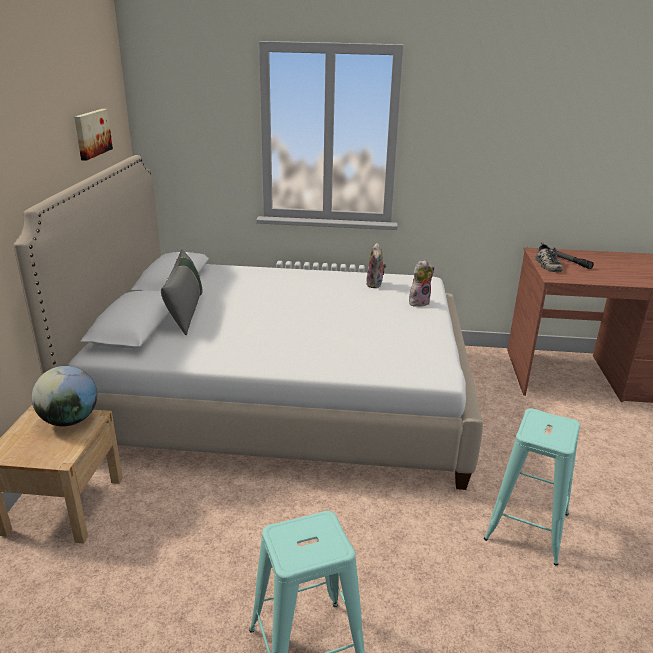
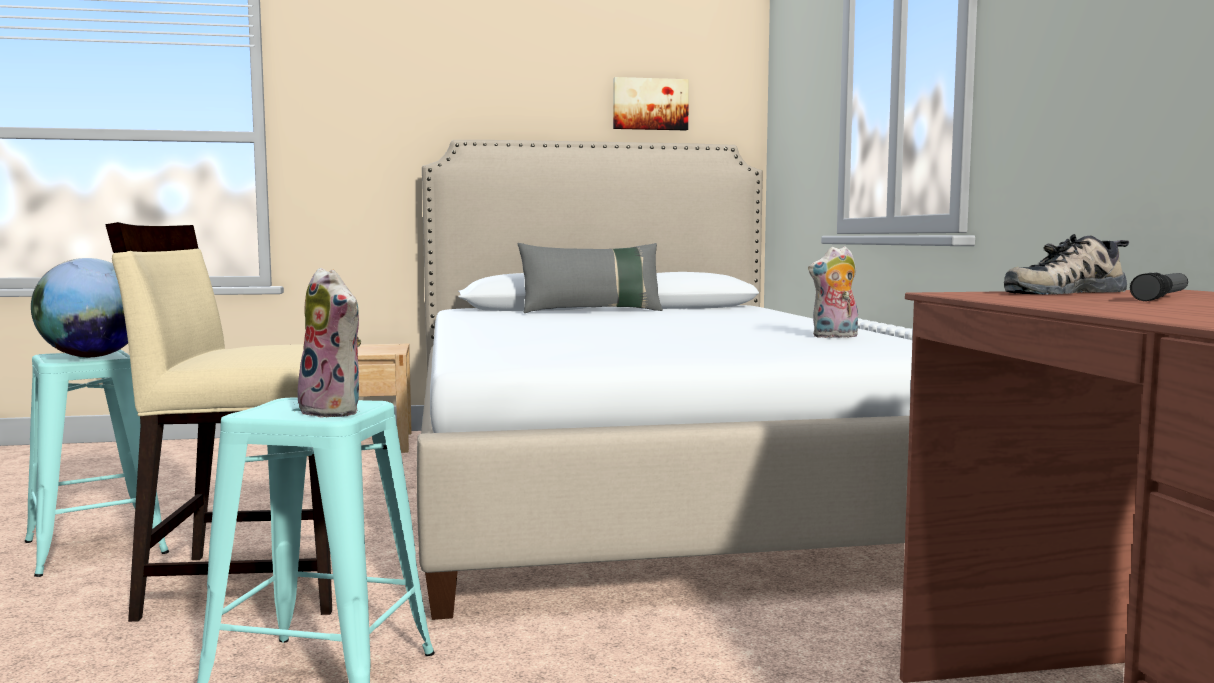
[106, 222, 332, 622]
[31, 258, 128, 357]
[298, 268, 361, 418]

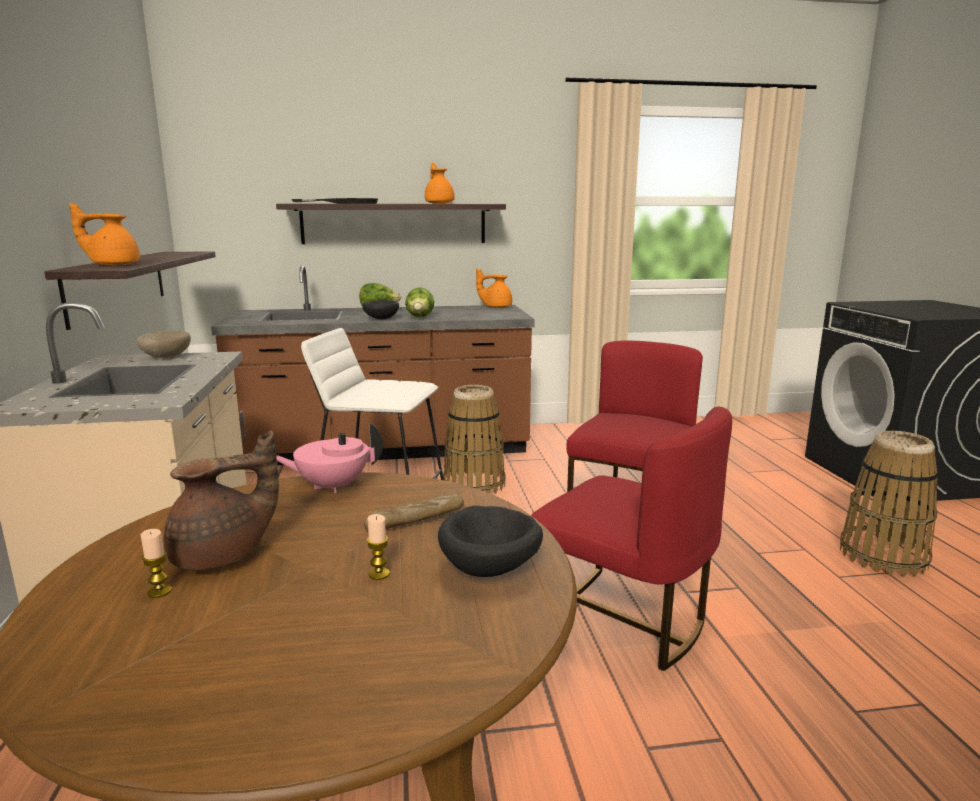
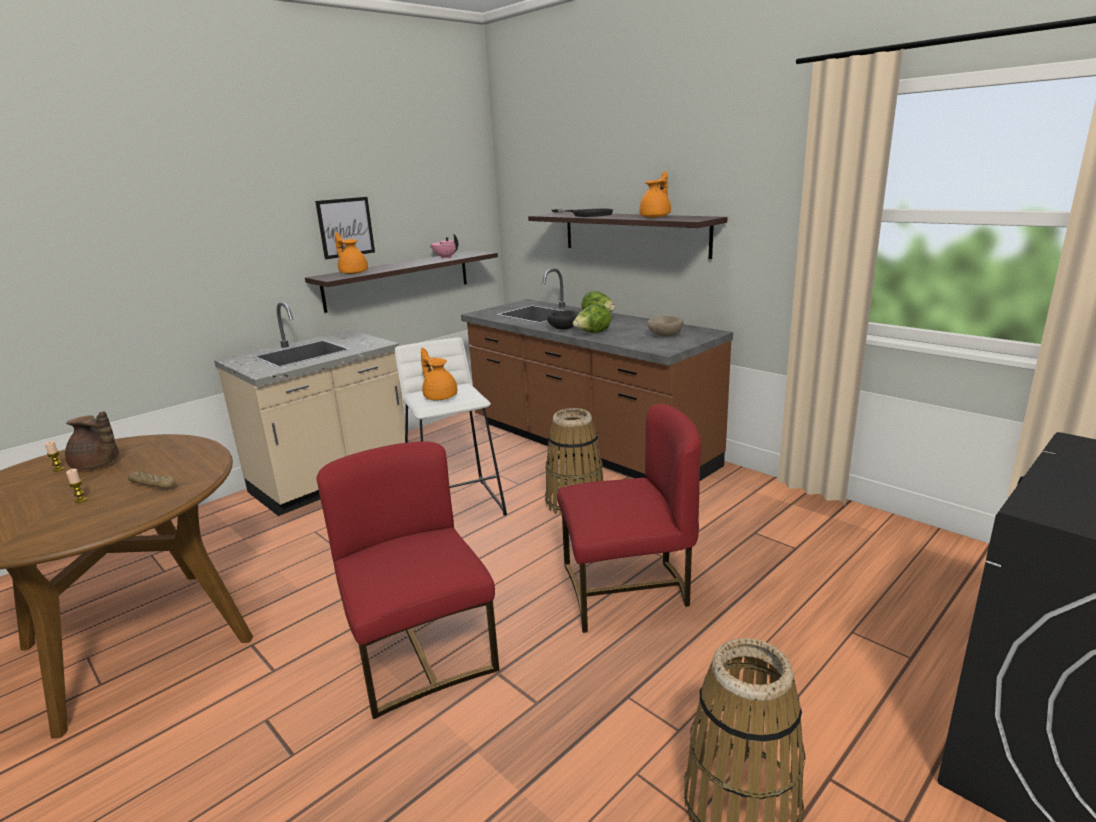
[438, 506, 543, 577] (first image)
[315, 197, 375, 259]
[647, 316, 683, 337]
[430, 234, 458, 259]
[421, 348, 457, 400]
[316, 441, 499, 719]

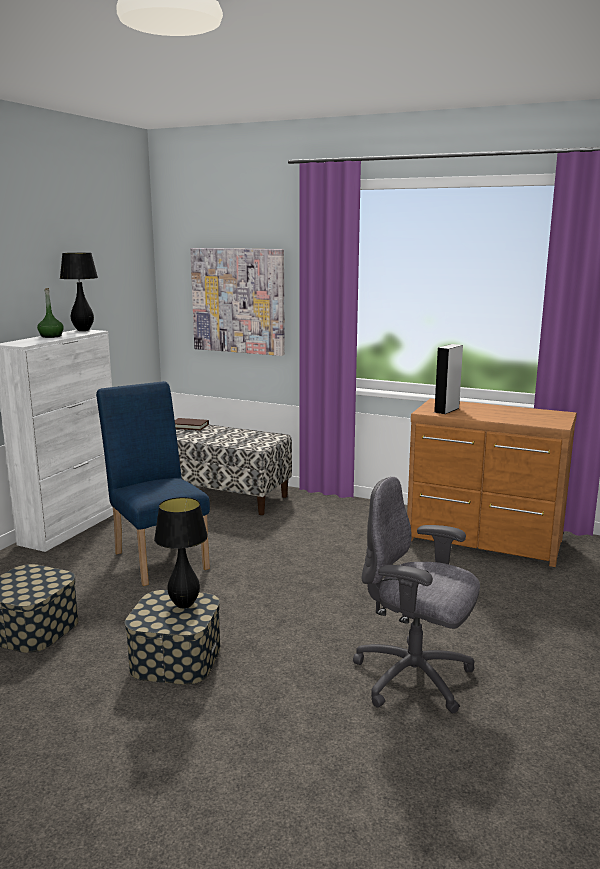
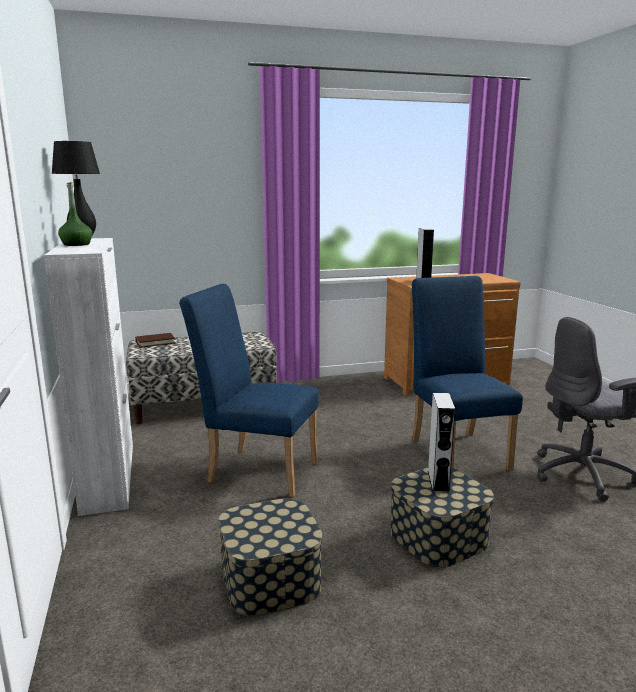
[190, 248, 285, 356] (first image)
[412, 276, 523, 471]
[428, 393, 455, 492]

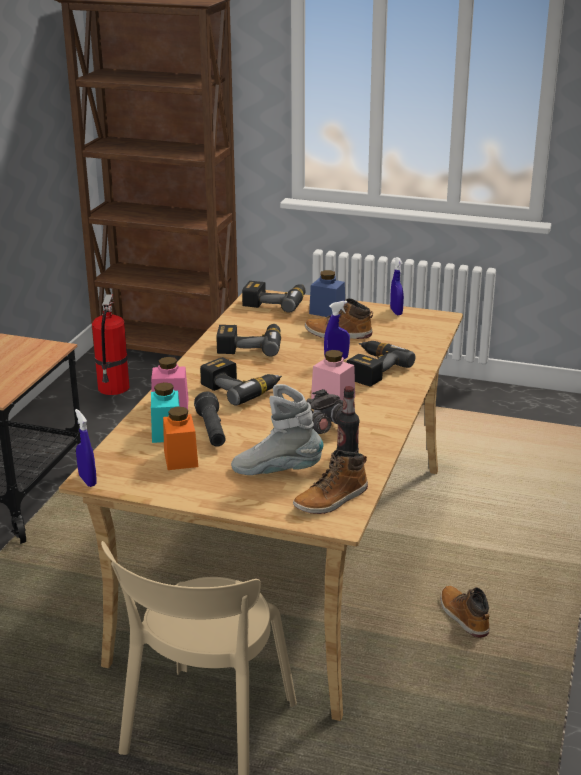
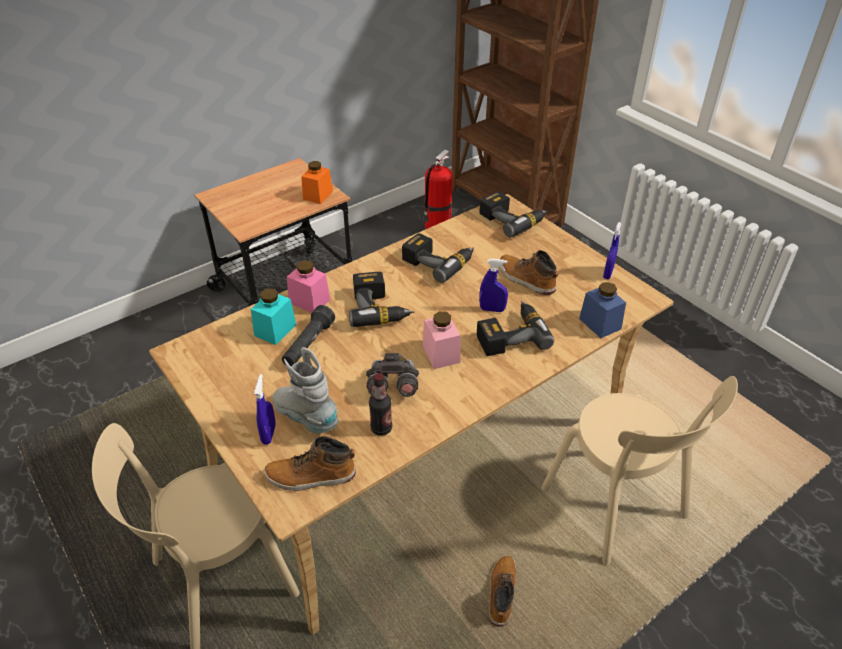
[542, 376, 738, 566]
[254, 374, 276, 445]
[301, 161, 333, 204]
[579, 282, 626, 338]

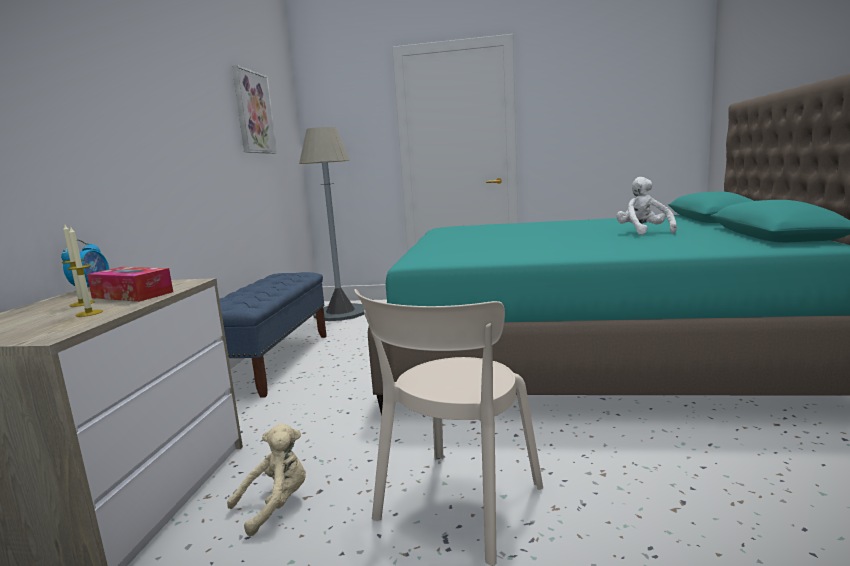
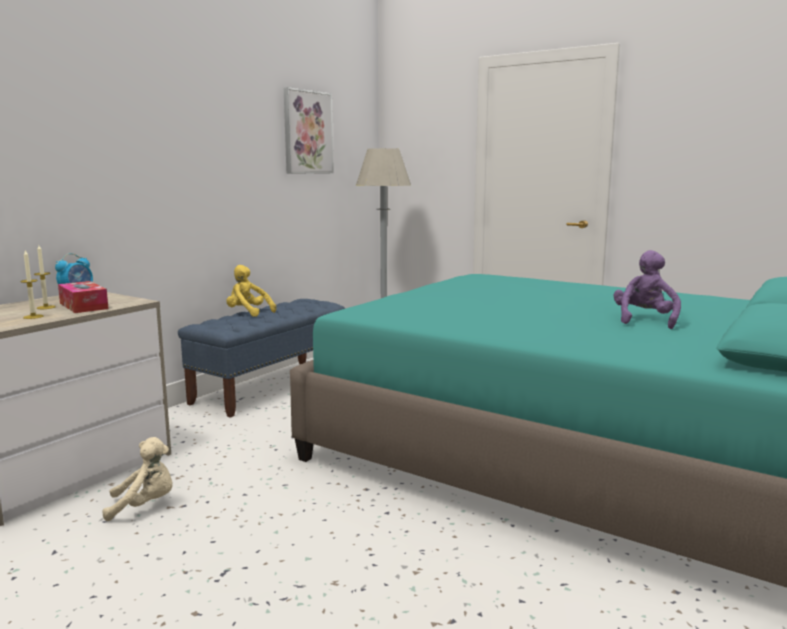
[354, 289, 543, 566] (first image)
[226, 265, 276, 317]
[613, 250, 681, 329]

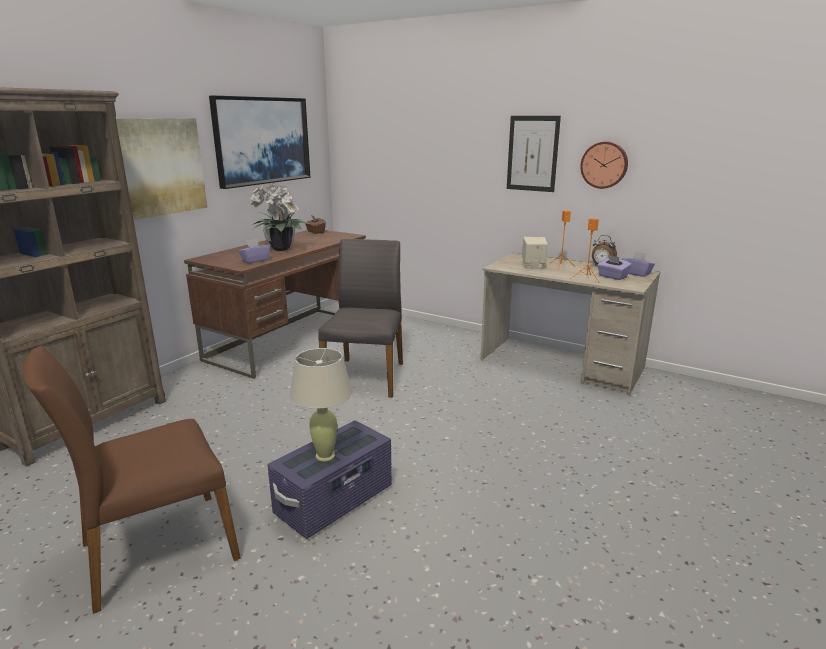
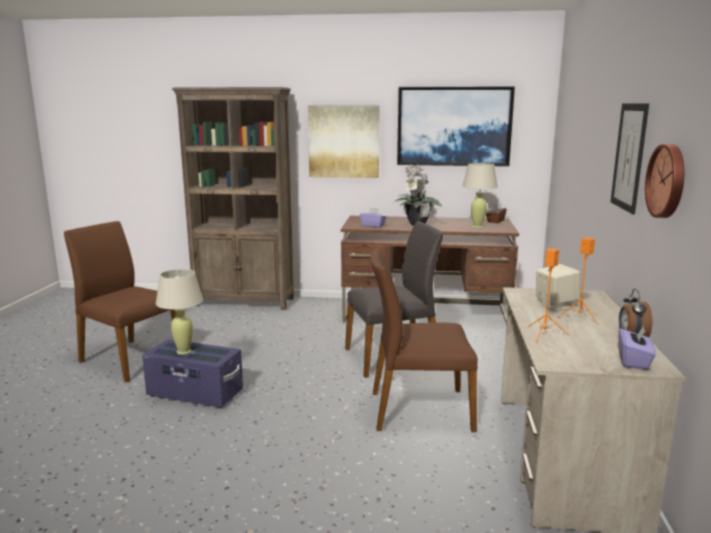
[597, 255, 632, 280] (first image)
[370, 249, 478, 432]
[463, 163, 498, 228]

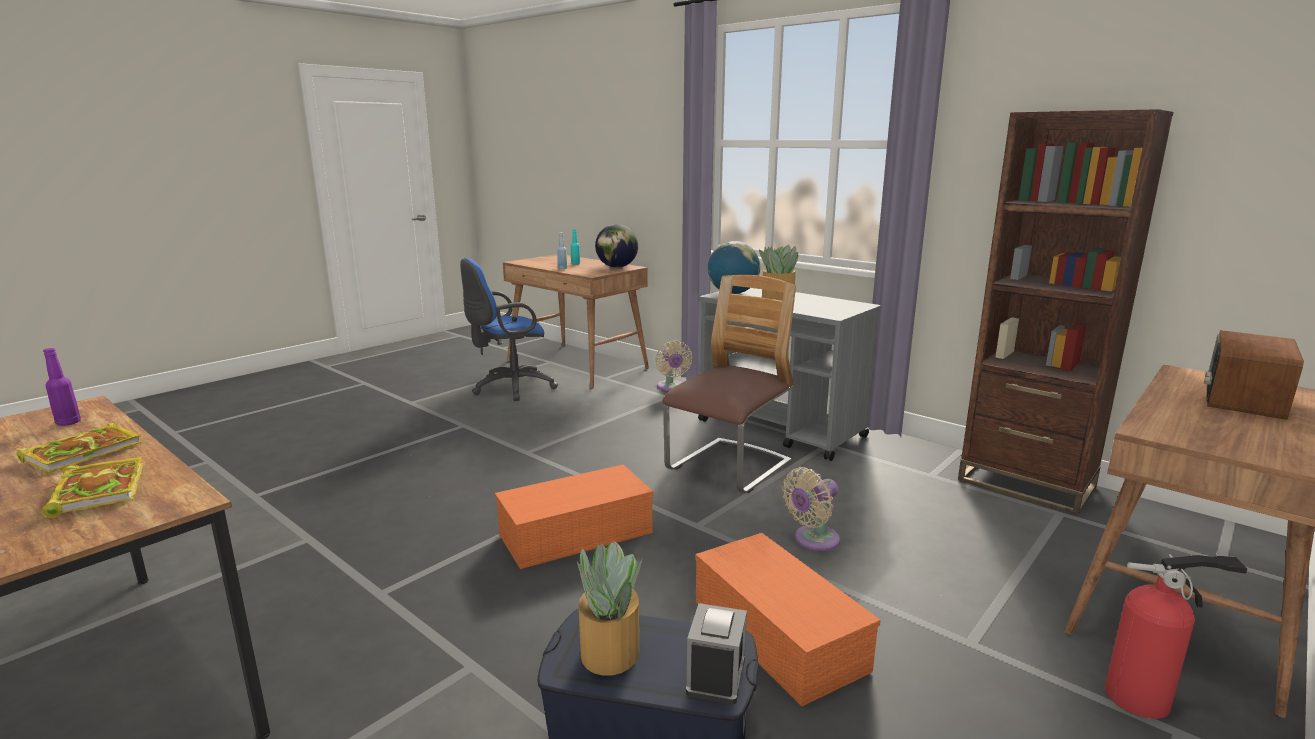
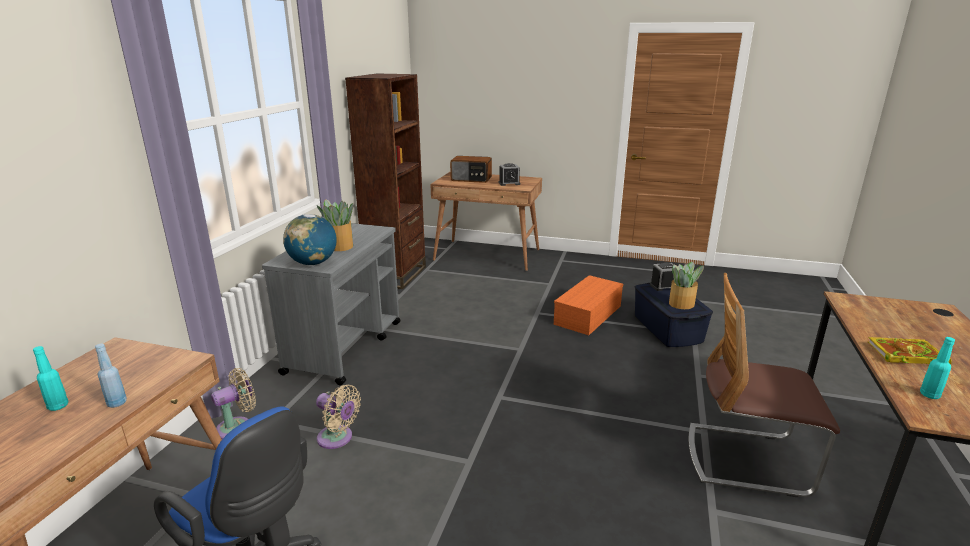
[42, 456, 144, 518] (first image)
[495, 465, 654, 569] (first image)
[595, 224, 638, 268] (first image)
[1105, 554, 1247, 719] (first image)
[498, 163, 520, 186]
[689, 273, 840, 497]
[316, 385, 361, 449]
[920, 337, 955, 399]

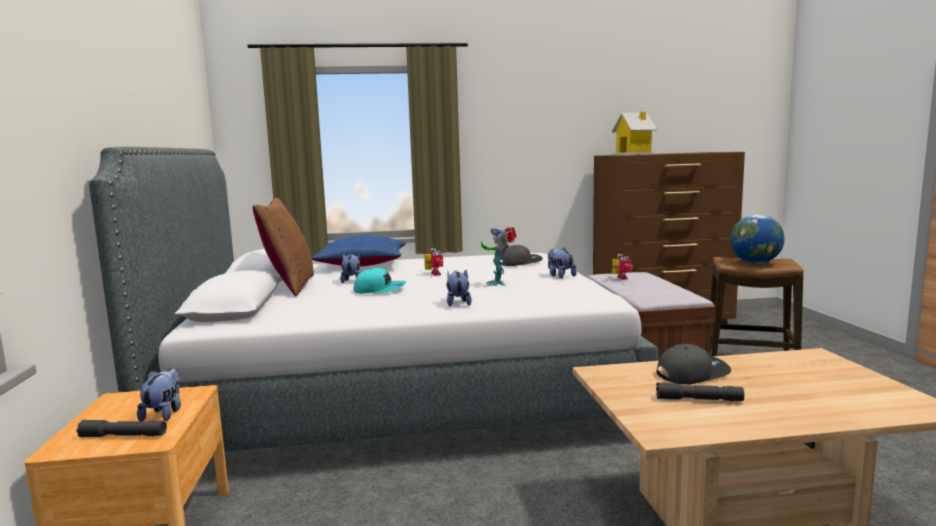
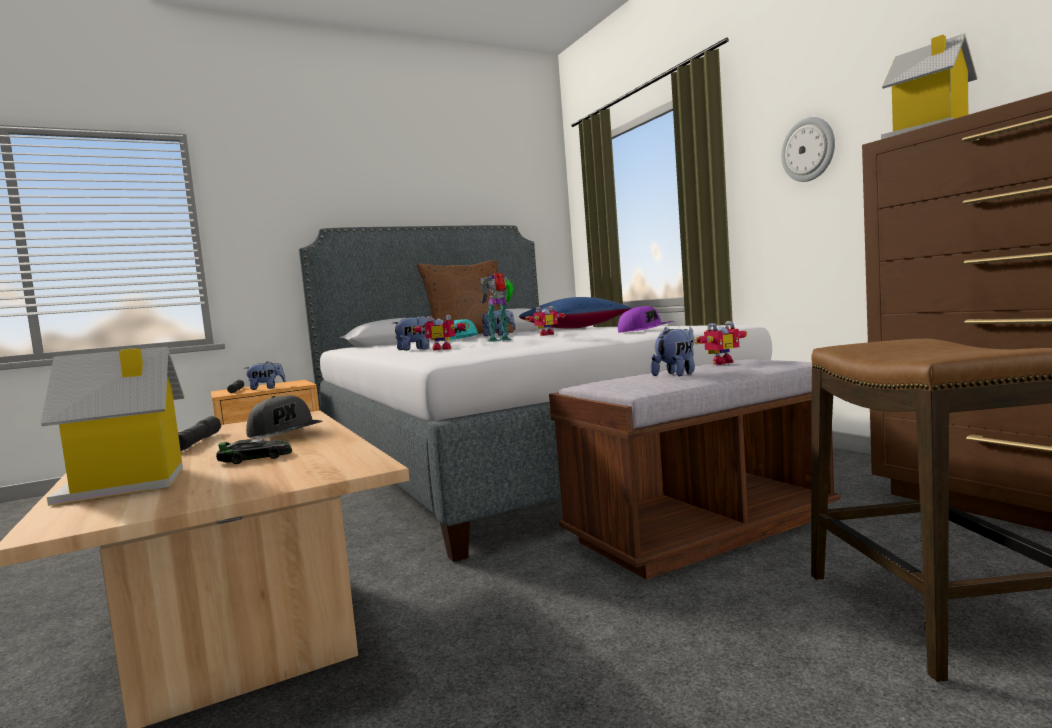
[730, 214, 785, 264] (first image)
[41, 347, 184, 506]
[216, 439, 292, 464]
[411, 314, 470, 351]
[781, 117, 835, 182]
[651, 327, 695, 376]
[618, 306, 674, 333]

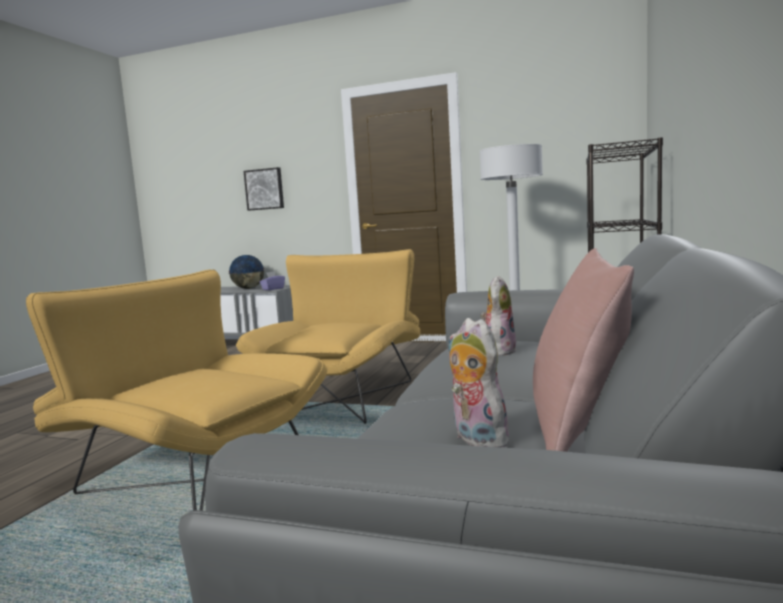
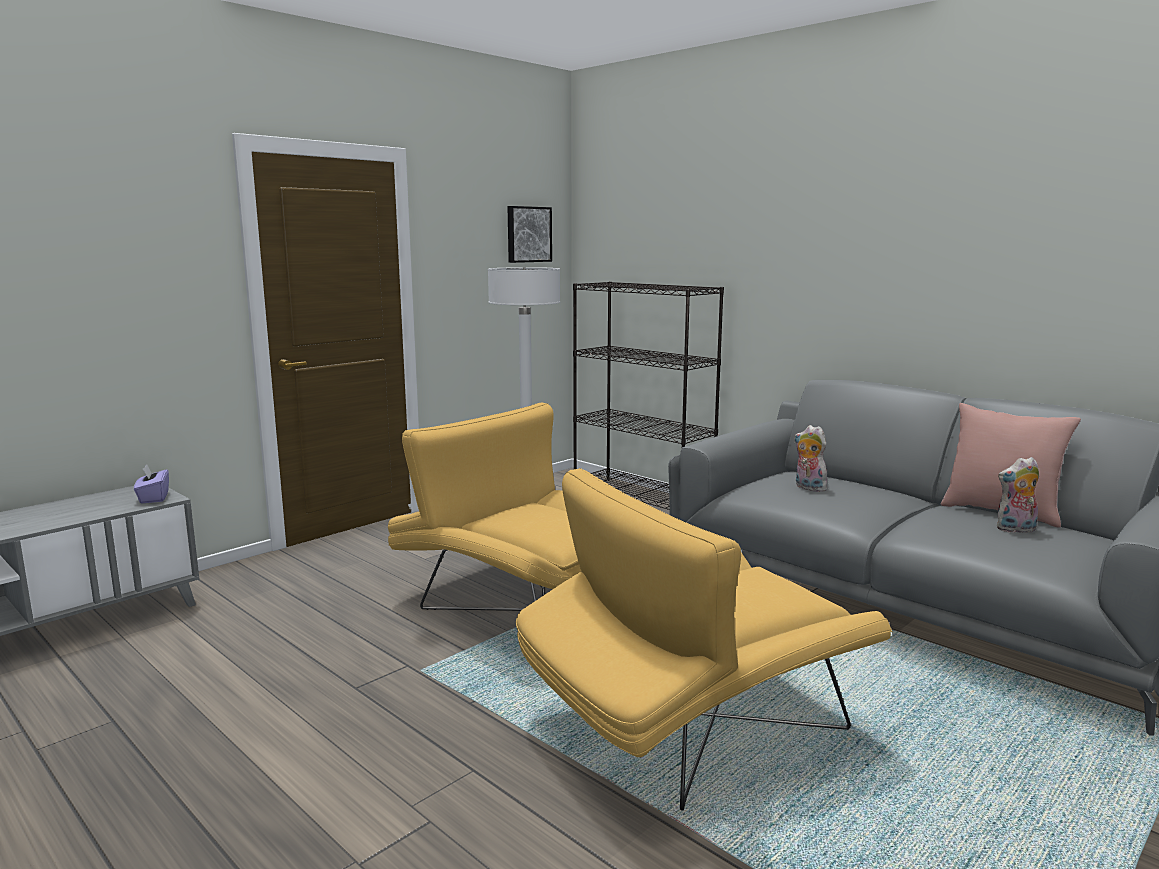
[228, 255, 265, 289] (first image)
[507, 206, 552, 263]

